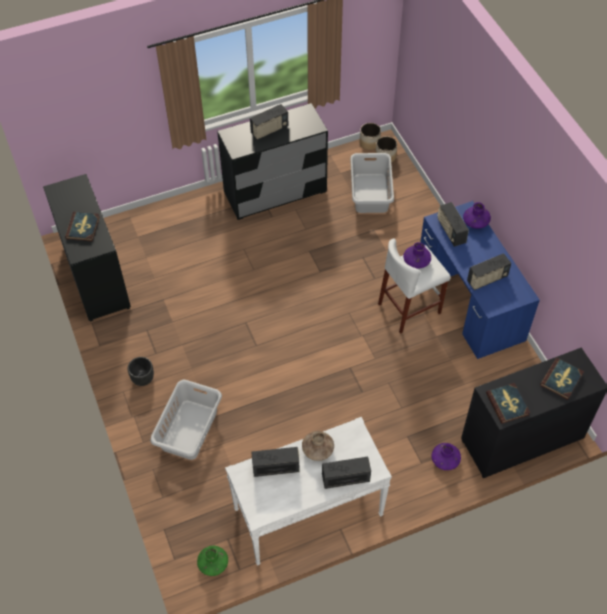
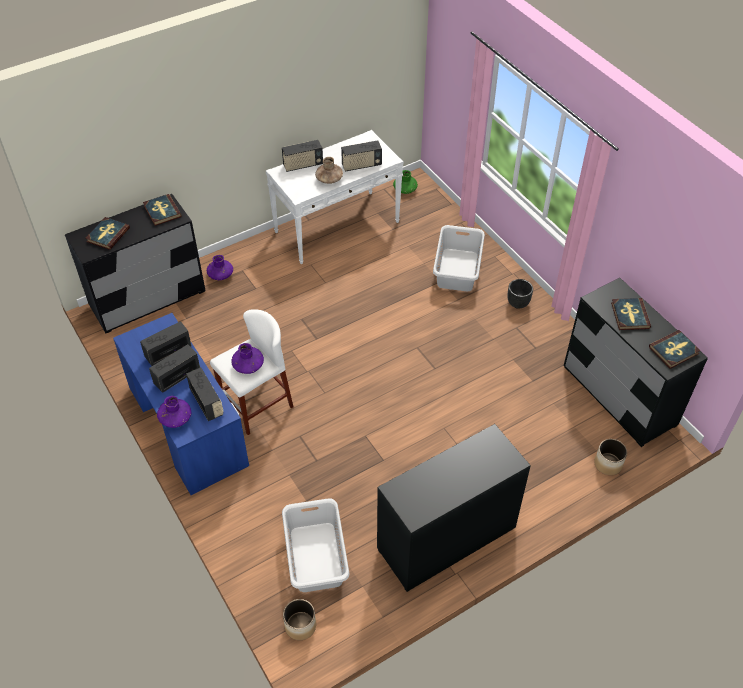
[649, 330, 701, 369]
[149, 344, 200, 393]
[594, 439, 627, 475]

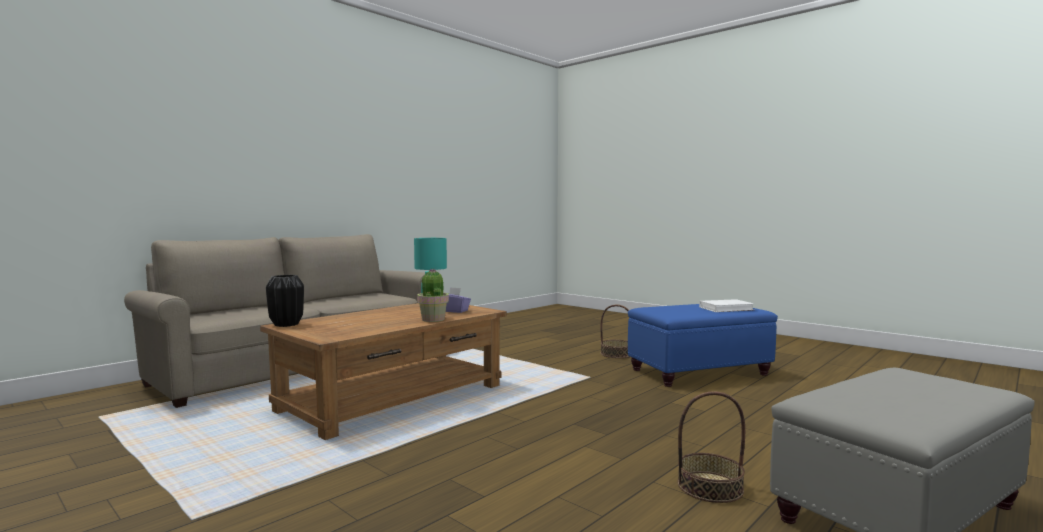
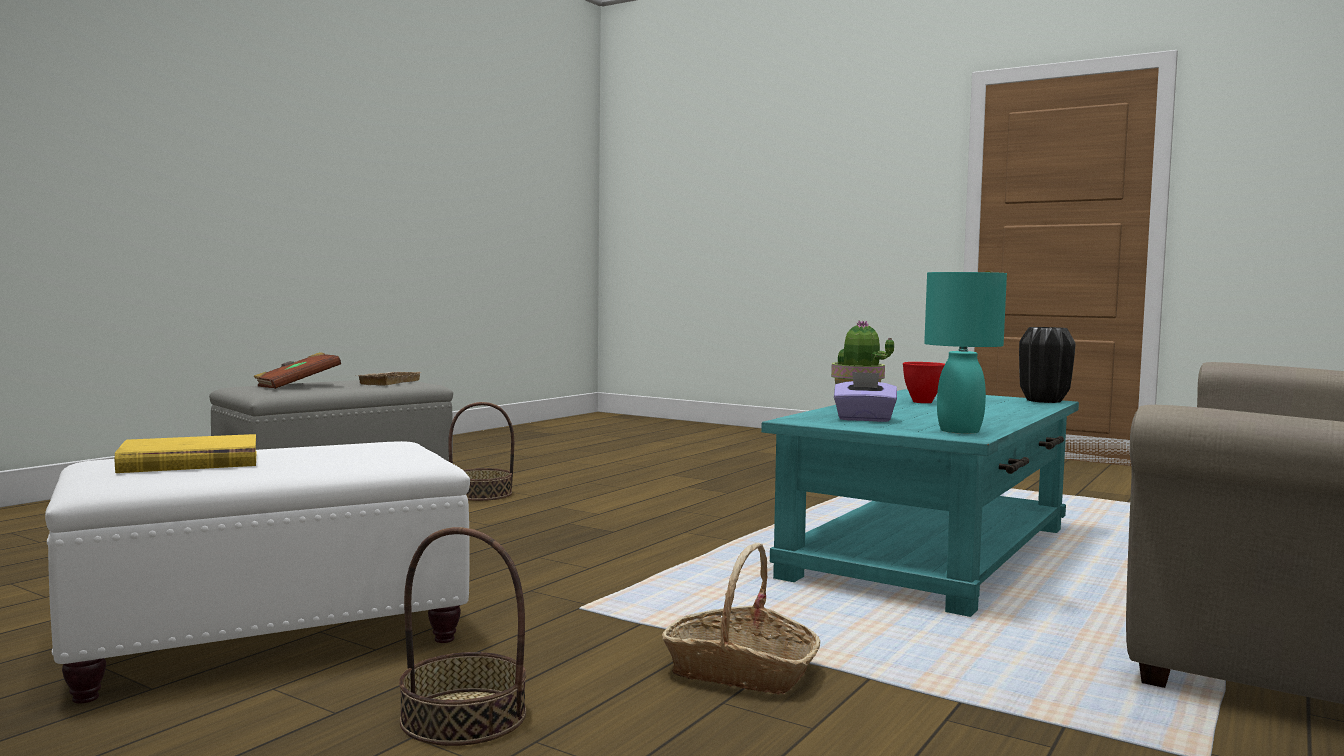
[254, 352, 341, 389]
[356, 372, 421, 385]
[662, 543, 820, 695]
[903, 362, 945, 403]
[761, 389, 1079, 617]
[45, 441, 470, 704]
[115, 434, 256, 473]

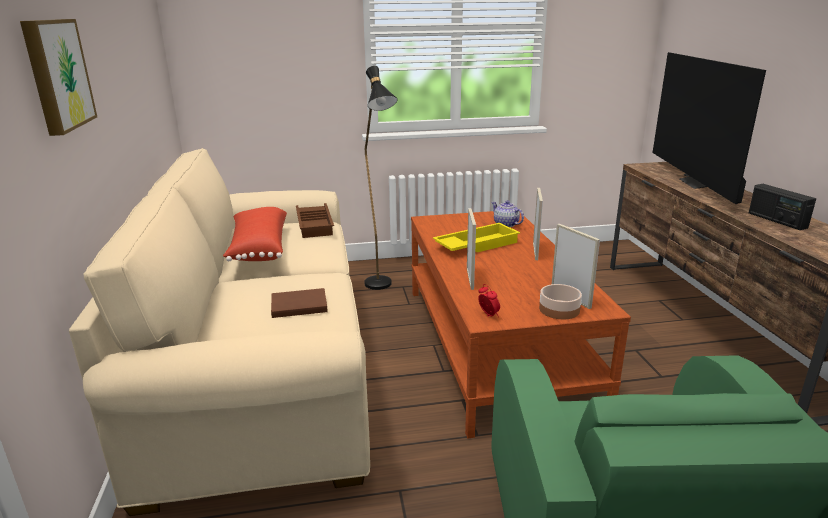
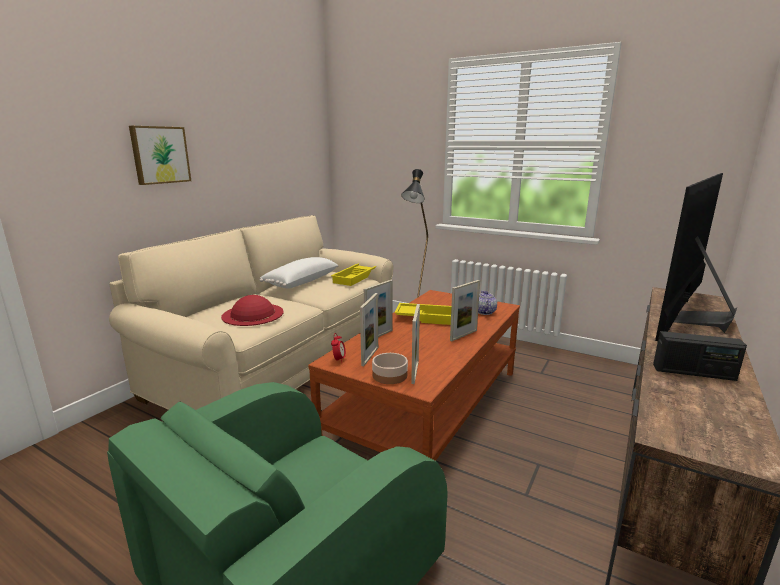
[360, 293, 378, 366]
[221, 295, 284, 326]
[260, 257, 338, 289]
[331, 264, 376, 286]
[653, 331, 747, 381]

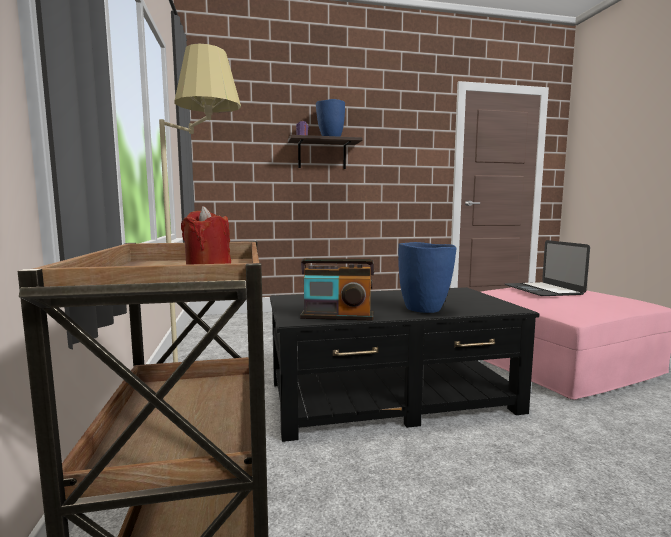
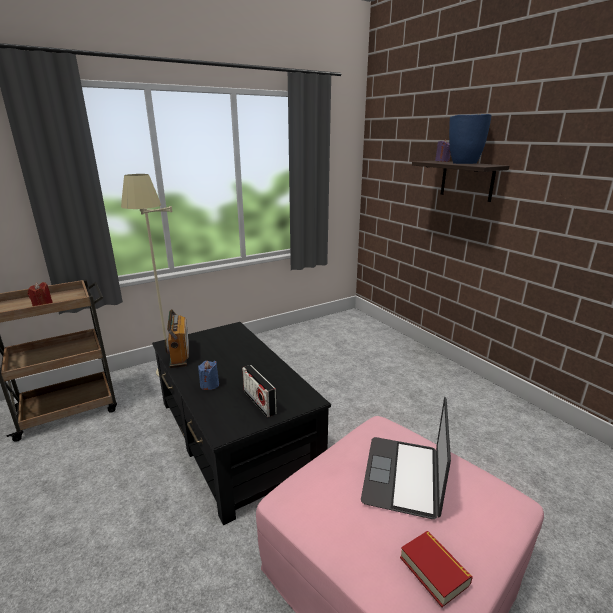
[242, 365, 277, 417]
[400, 531, 473, 607]
[198, 361, 219, 390]
[361, 397, 451, 519]

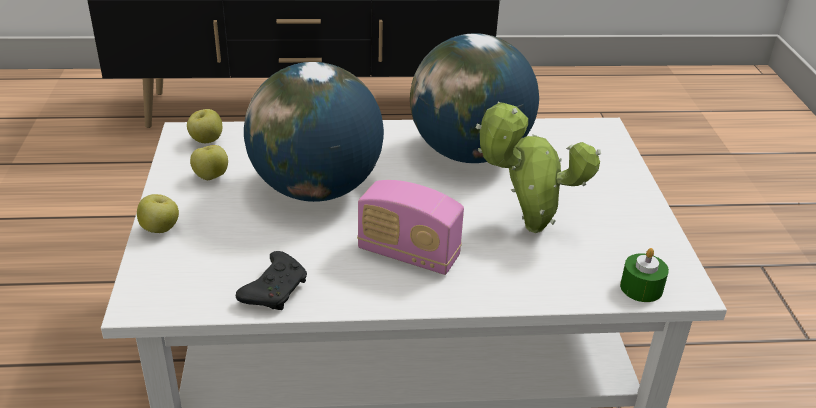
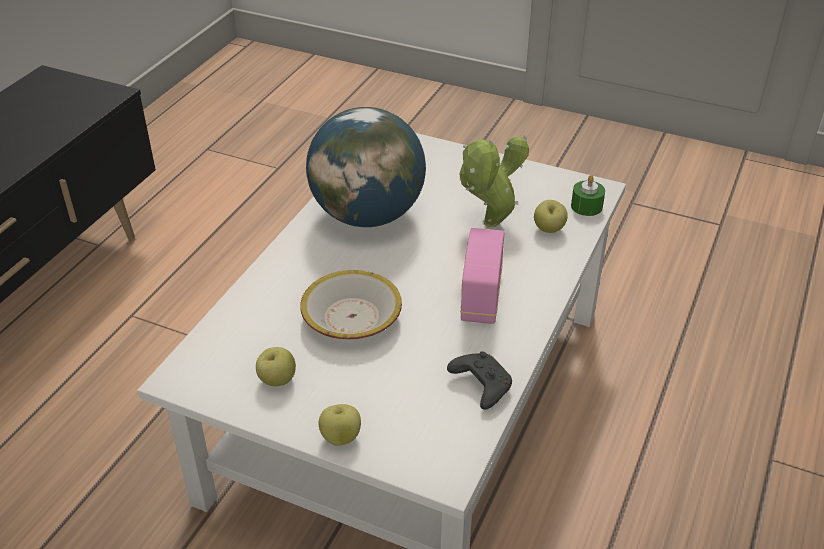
[534, 200, 568, 233]
[300, 270, 402, 340]
[460, 228, 505, 324]

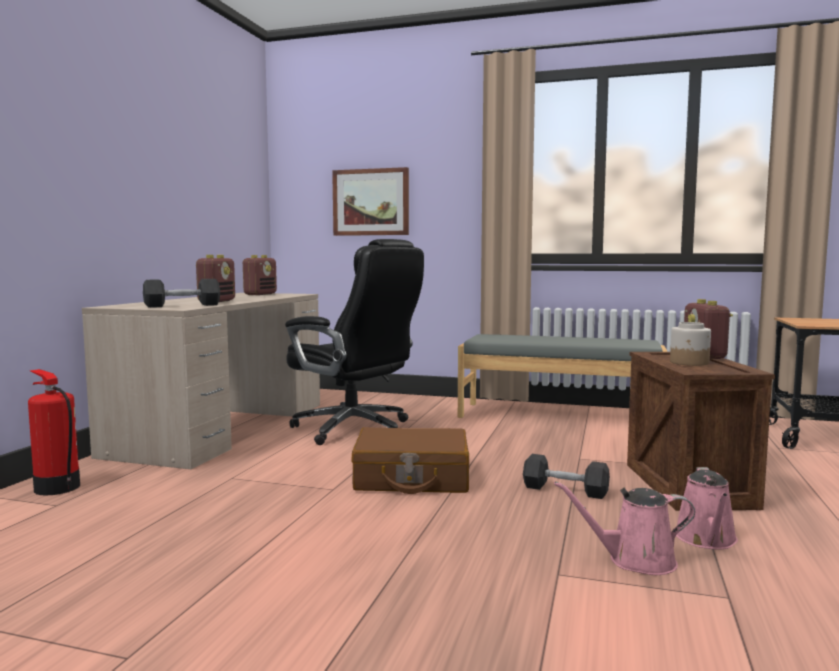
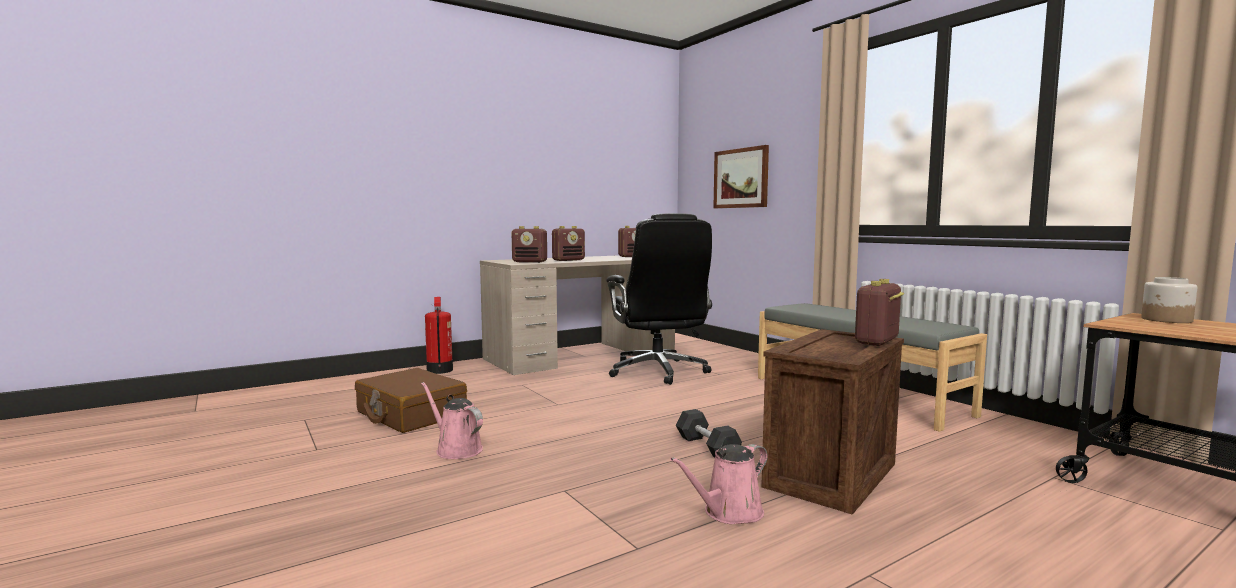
[355, 368, 467, 433]
[421, 382, 483, 459]
[1141, 277, 1197, 323]
[512, 226, 547, 263]

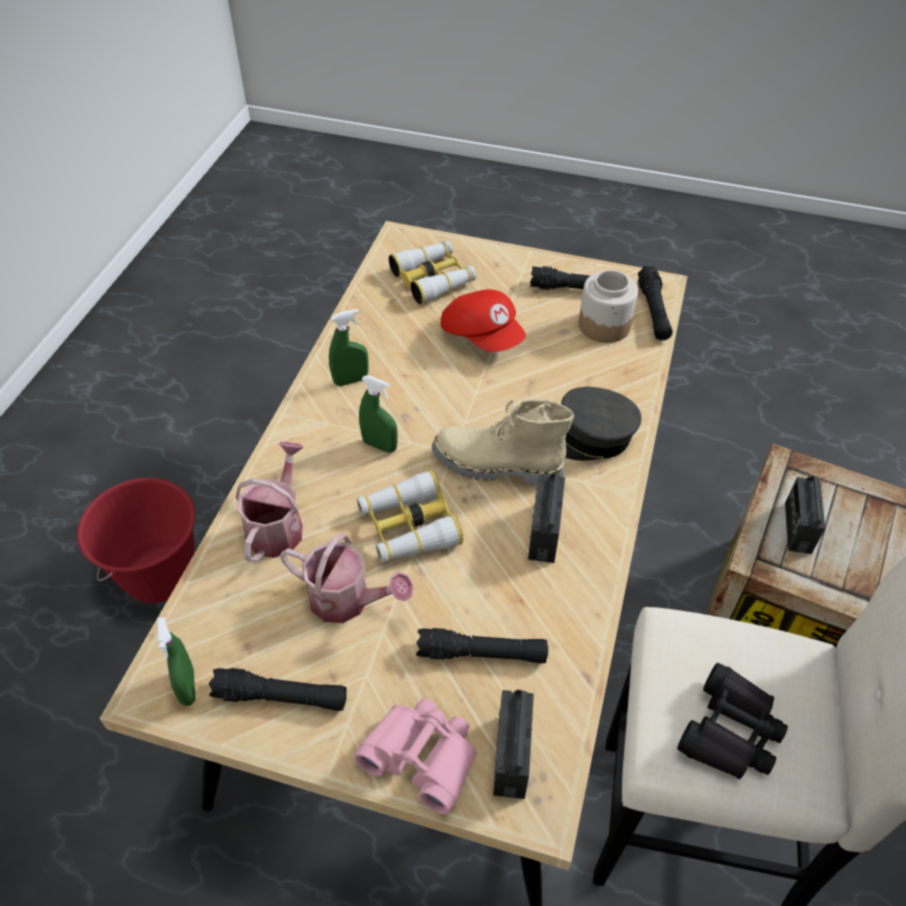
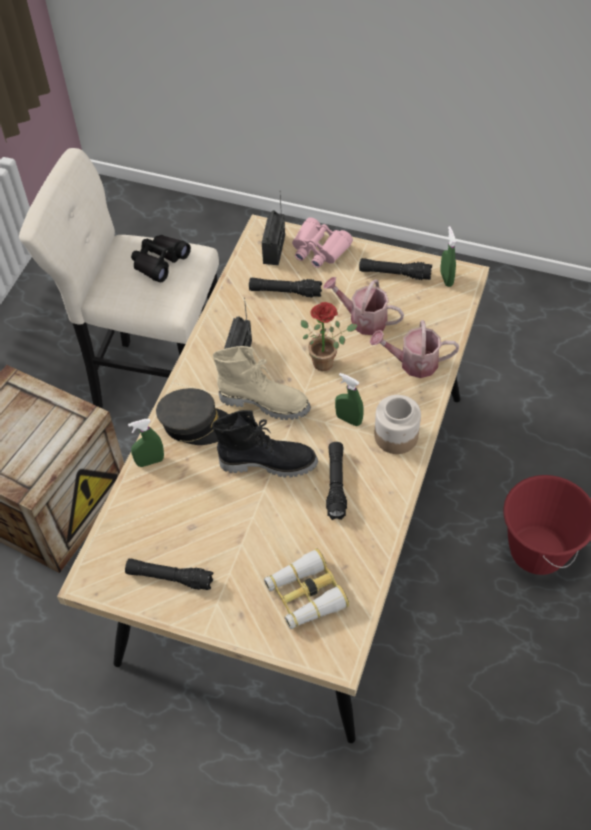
[441, 289, 526, 352] (first image)
[785, 476, 825, 554] (first image)
[212, 410, 318, 478]
[128, 419, 164, 467]
[374, 395, 421, 454]
[326, 442, 347, 520]
[301, 302, 358, 371]
[370, 320, 459, 378]

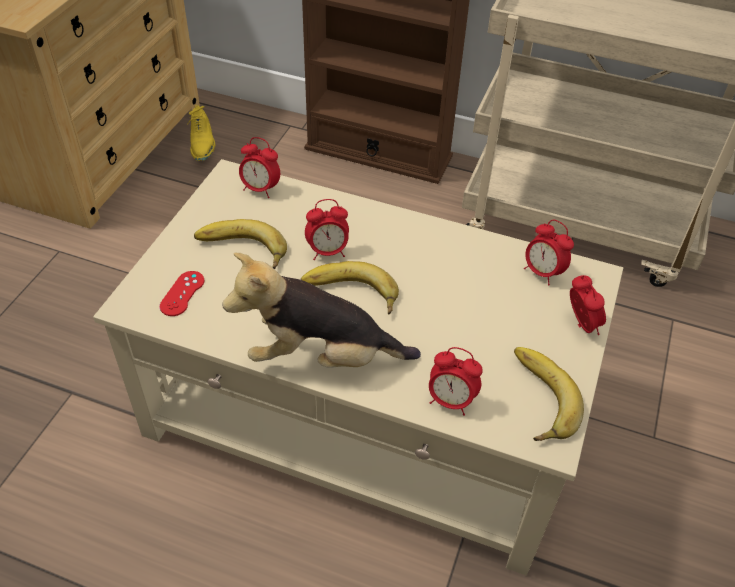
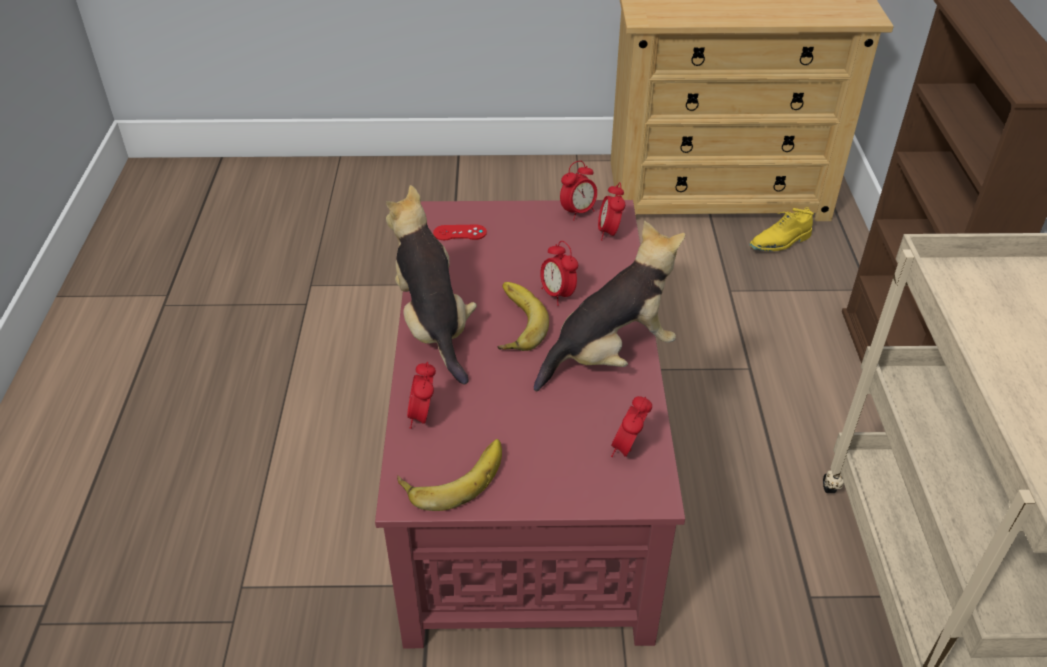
[194, 219, 287, 269] (first image)
[534, 220, 685, 391]
[560, 161, 597, 221]
[375, 200, 685, 649]

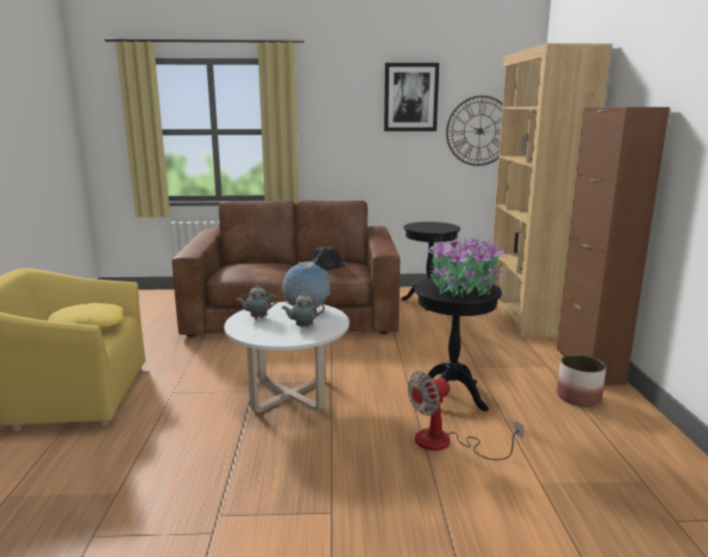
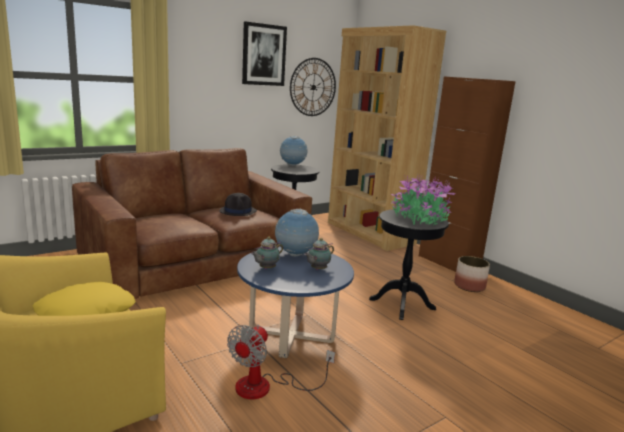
[280, 136, 308, 166]
[227, 325, 335, 399]
[237, 247, 354, 358]

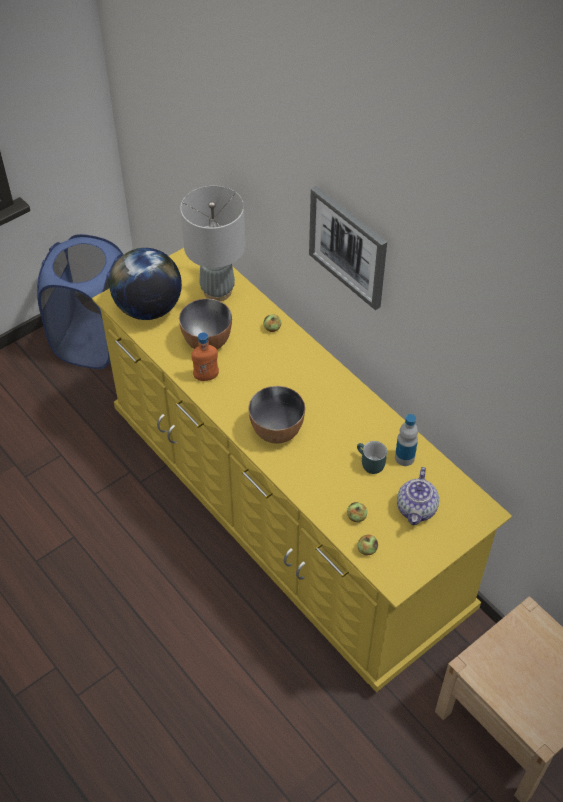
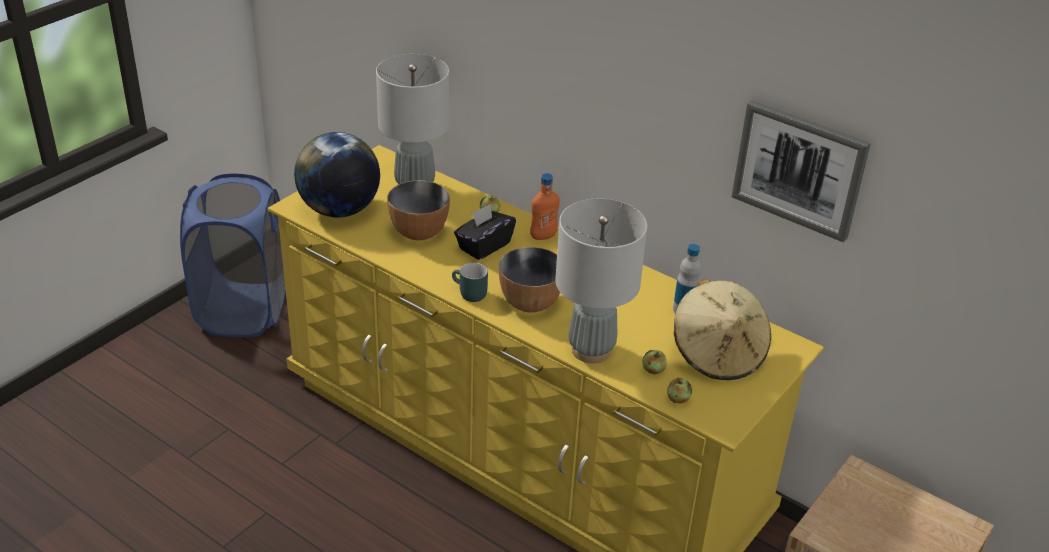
[454, 204, 516, 260]
[555, 199, 647, 364]
[530, 173, 560, 240]
[732, 100, 871, 243]
[452, 263, 488, 302]
[674, 279, 771, 380]

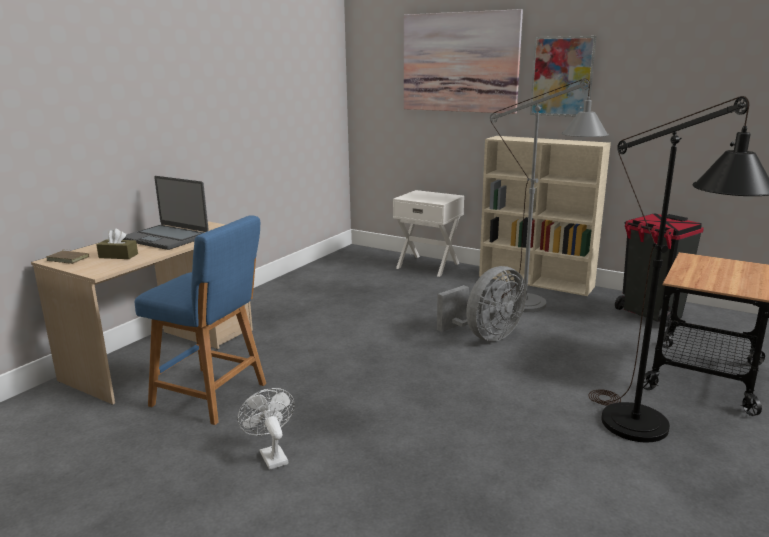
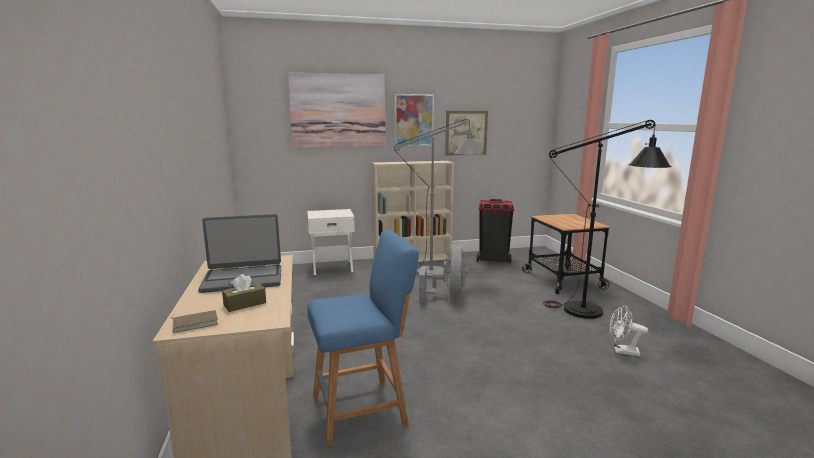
[445, 111, 488, 156]
[609, 305, 648, 356]

